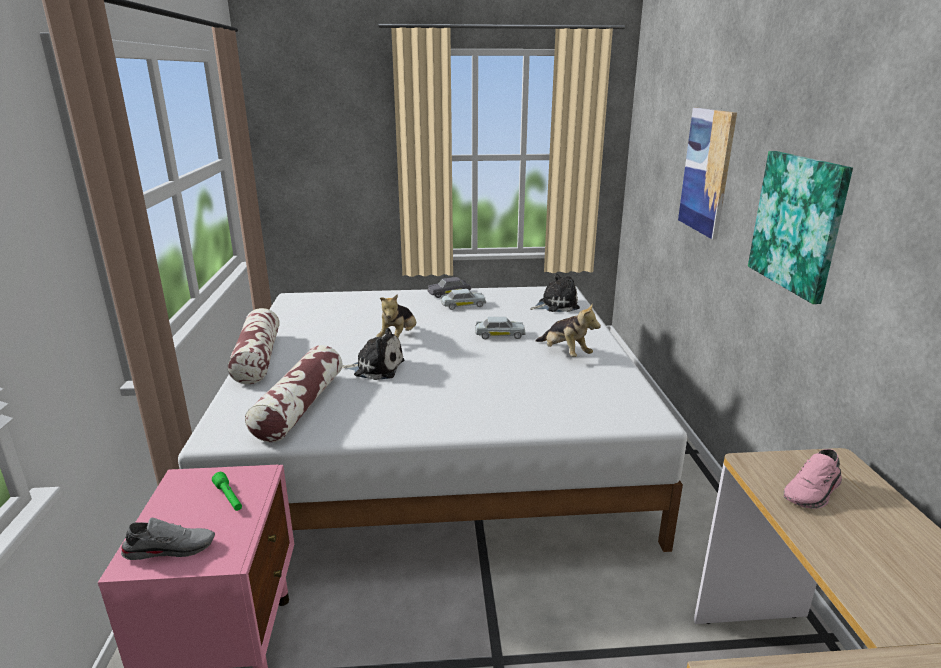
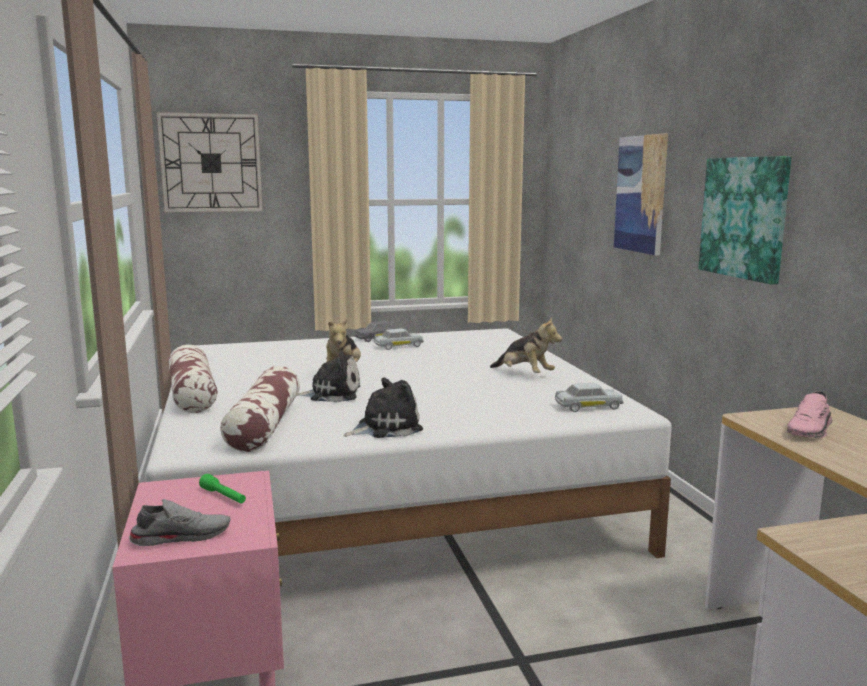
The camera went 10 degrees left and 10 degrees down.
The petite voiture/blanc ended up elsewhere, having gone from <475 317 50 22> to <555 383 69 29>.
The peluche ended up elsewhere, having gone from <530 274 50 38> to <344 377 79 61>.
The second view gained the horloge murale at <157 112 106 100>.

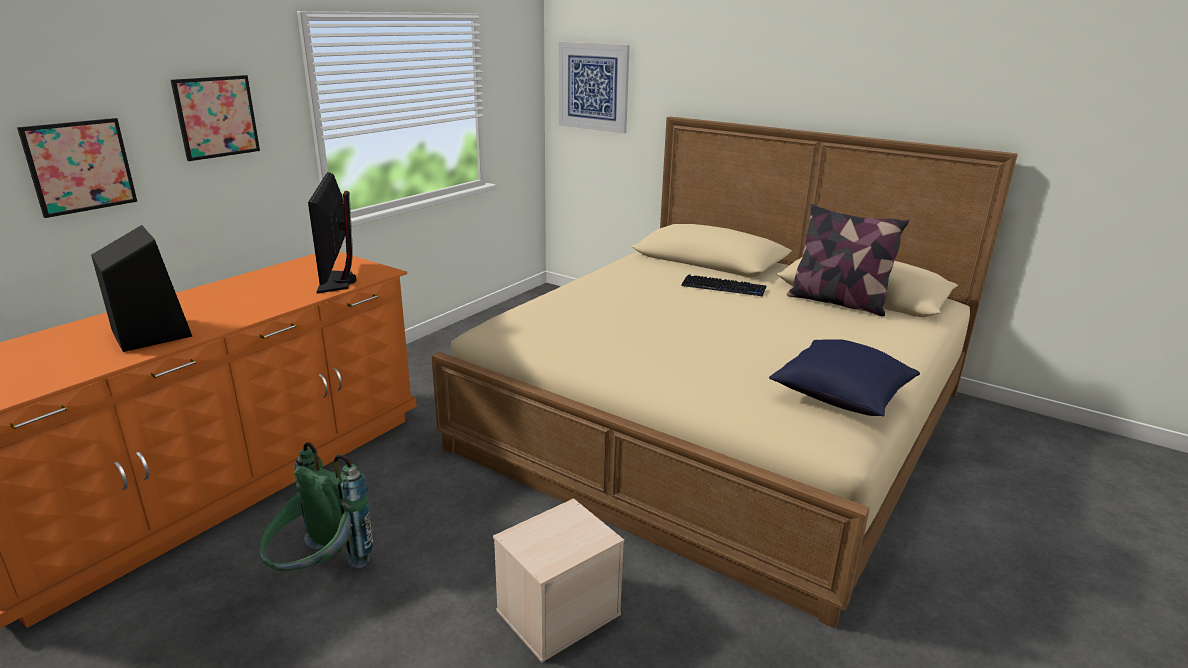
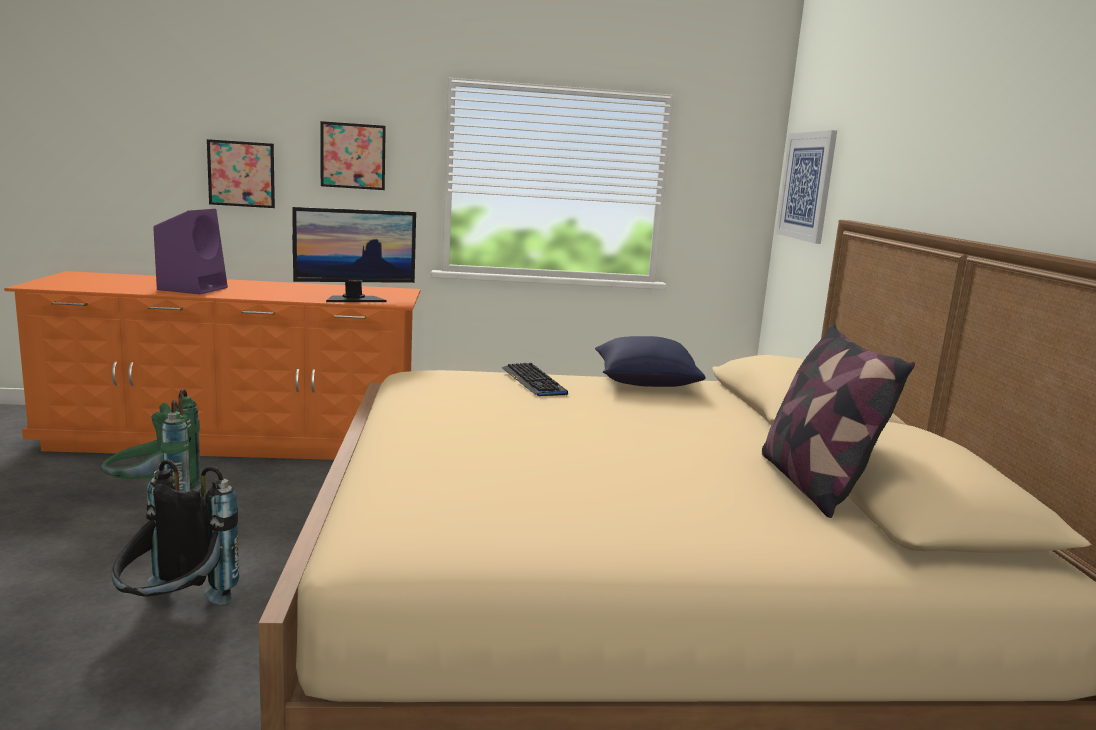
The camera went 50 degrees right and 10 degrees down.
What was the enceinte/noir at <91 225 101 127> turned into the enceinte/violet at <153 209 75 85>.
The écran d'ordinateur at <308 172 49 122> ended up facing another way, 150 degrees counterclockwise from before.
Where the boîte de rangement/beige stood at <493 498 131 164>, the sac à dos/noir came to stand at <111 460 128 145>.
The clavier ended up elsewhere, having gone from <681 274 85 22> to <502 363 66 33>.
The coussin/bleu ended up elsewhere, having gone from <769 339 151 77> to <595 336 110 51>.

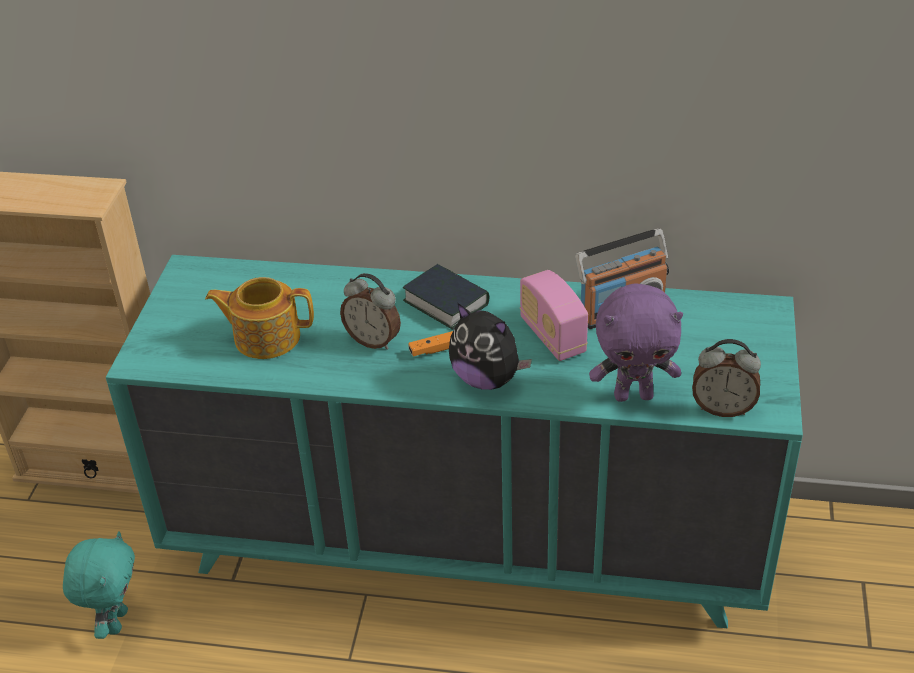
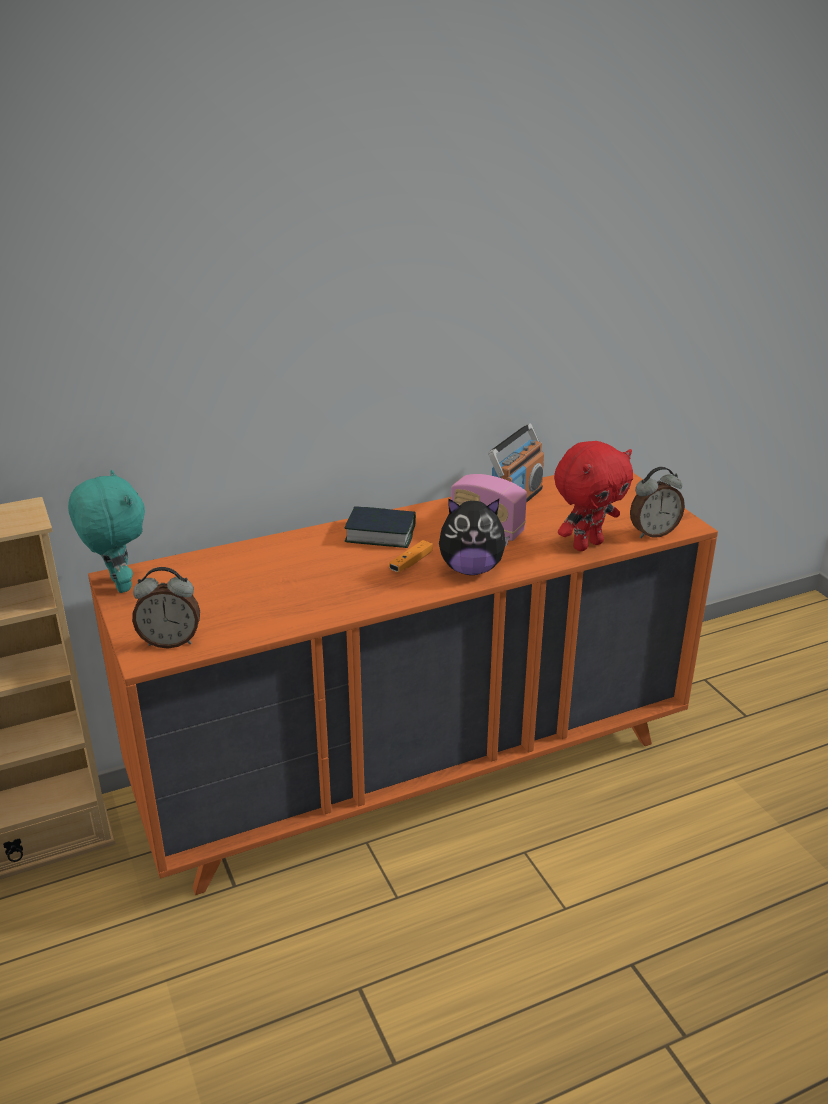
The camera went 35 degrees left and 10 degrees down.
The peluche/turquoise ended up elsewhere, having gone from <63 531 72 108> to <68 470 77 123>.
What was the commode/turquoise at <106 255 697 373> turned into the commode/orange at <88 473 630 422>.
The second view lost the théière at <205 277 109 82>.
The réveil ended up elsewhere, having gone from <340 273 61 77> to <132 567 68 82>.
What was the peluche/violet at <589 283 94 119> turned into the peluche/rouge at <554 441 79 110>.

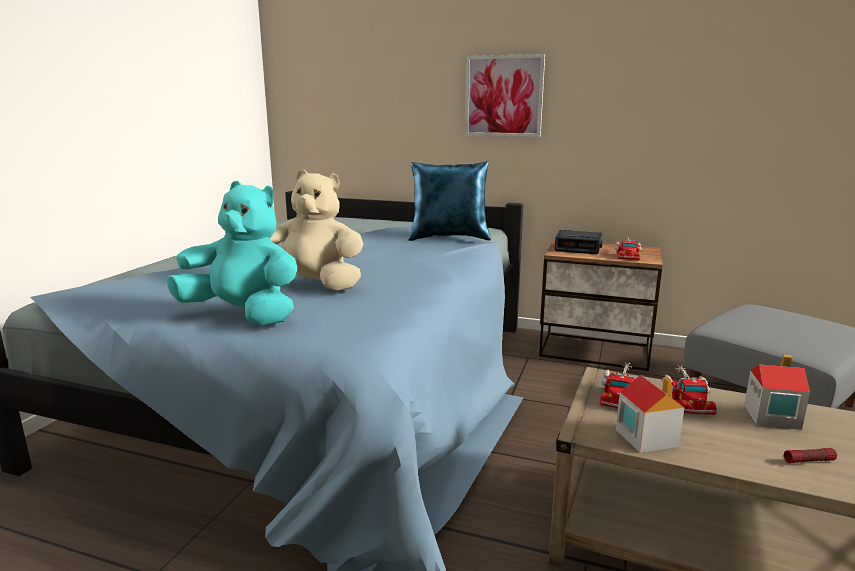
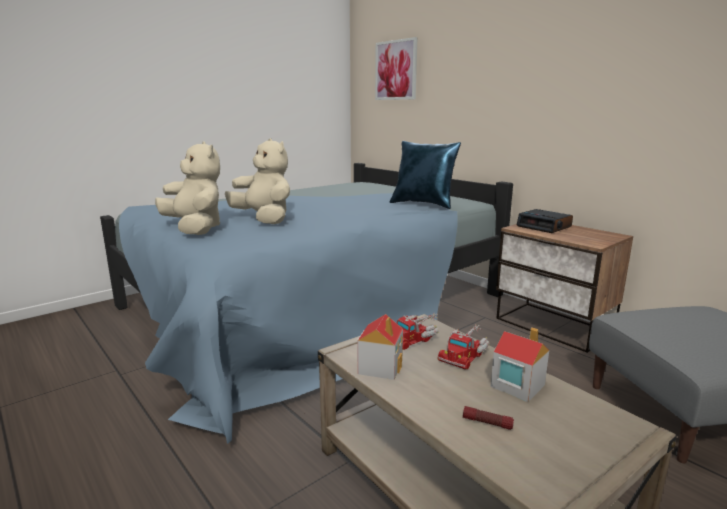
The camera went 30 degrees right and 0 degrees up.
What was the peluche/turquoise at <167 181 130 144> turned into the peluche/beige at <155 141 65 94>.
The tableau ended up elsewhere, having gone from <465 54 80 83> to <375 37 43 63>.
The second view lost the camion jouet at <614 237 28 23>.

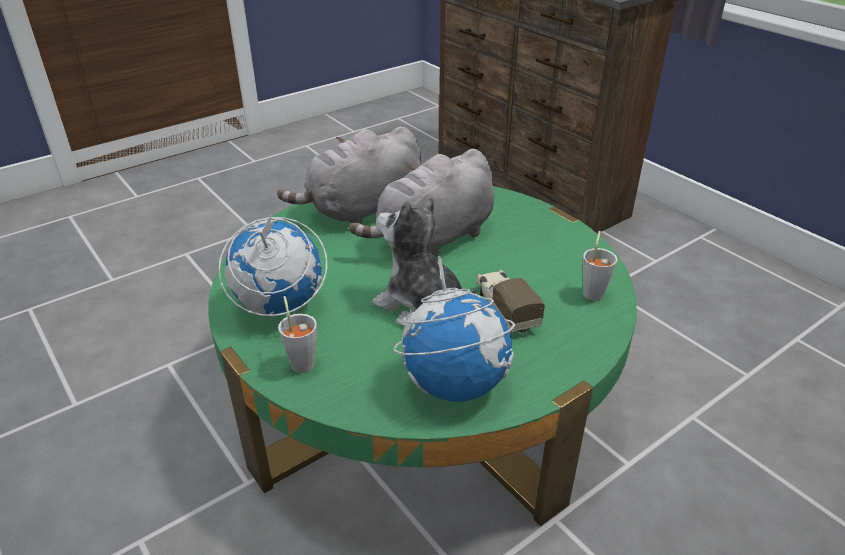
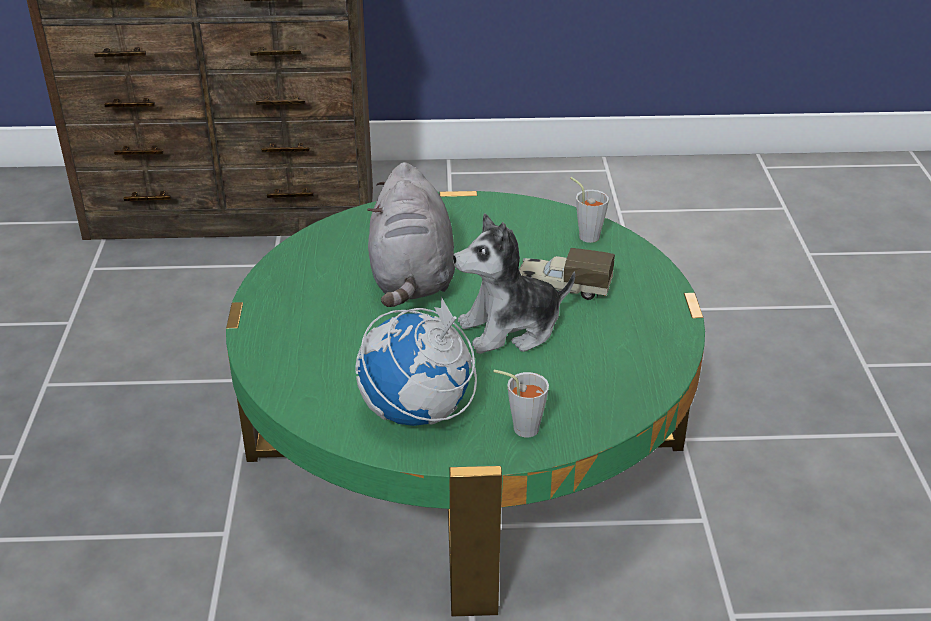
The camera went 55 degrees left and 0 degrees up.
The second view lost the peluche/gris at <277 127 144 97>.
The second view lost the globe at <393 256 122 146>.

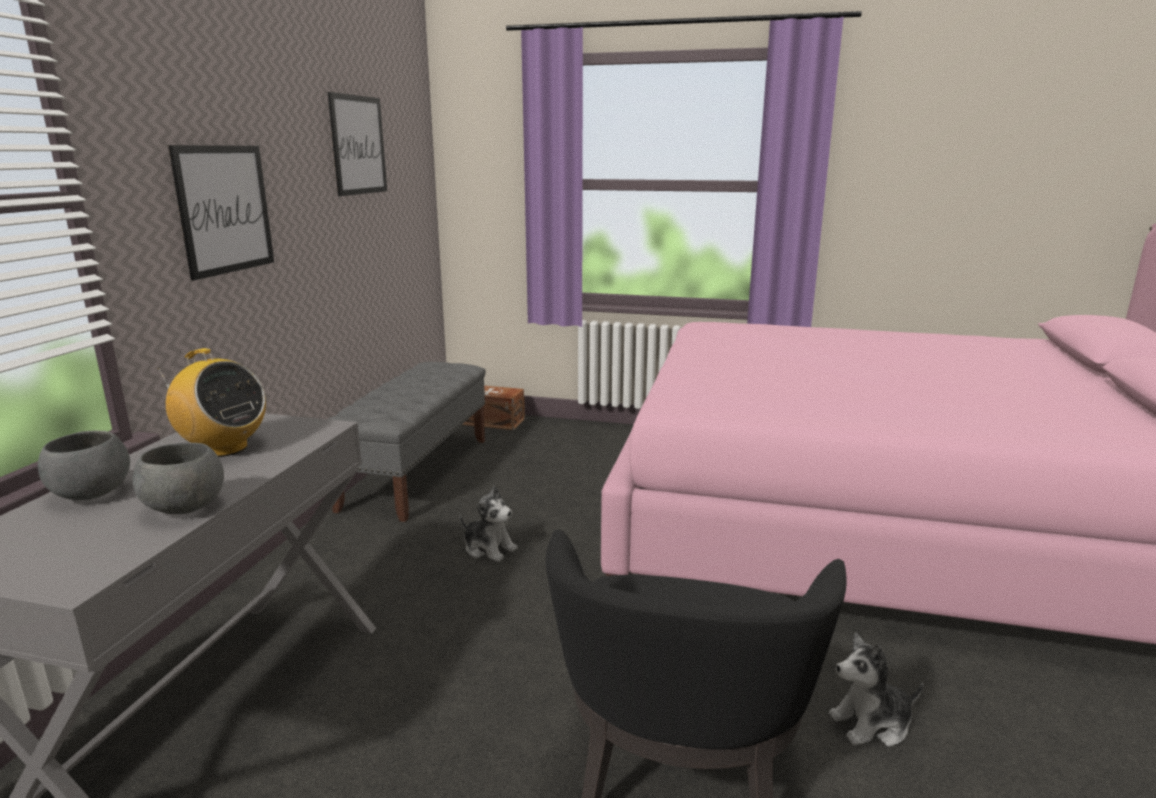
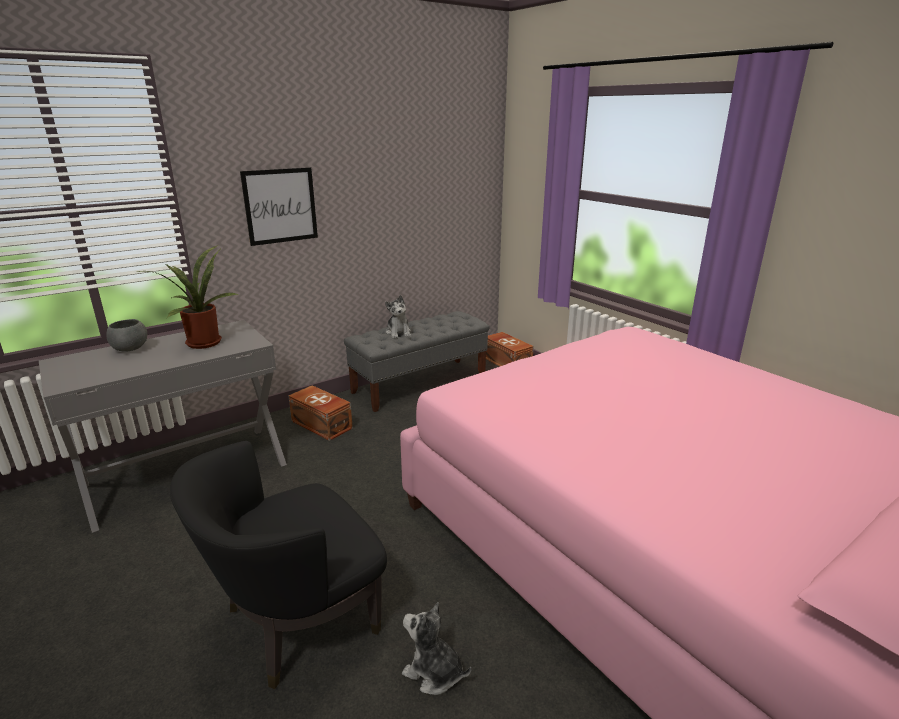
The camera went 40 degrees right and 5 degrees up.
The second view lost the bol/gris at <133 443 91 71>.
Where the radio stood at <158 348 108 109>, the plante en pot came to stand at <136 245 103 104>.
The second view lost the tableau at <328 92 59 104>.
The peluche ended up elsewhere, having gone from <460 485 57 77> to <385 295 26 44>.
The second view gained the boîte de rangement/marron at <288 385 65 56>.

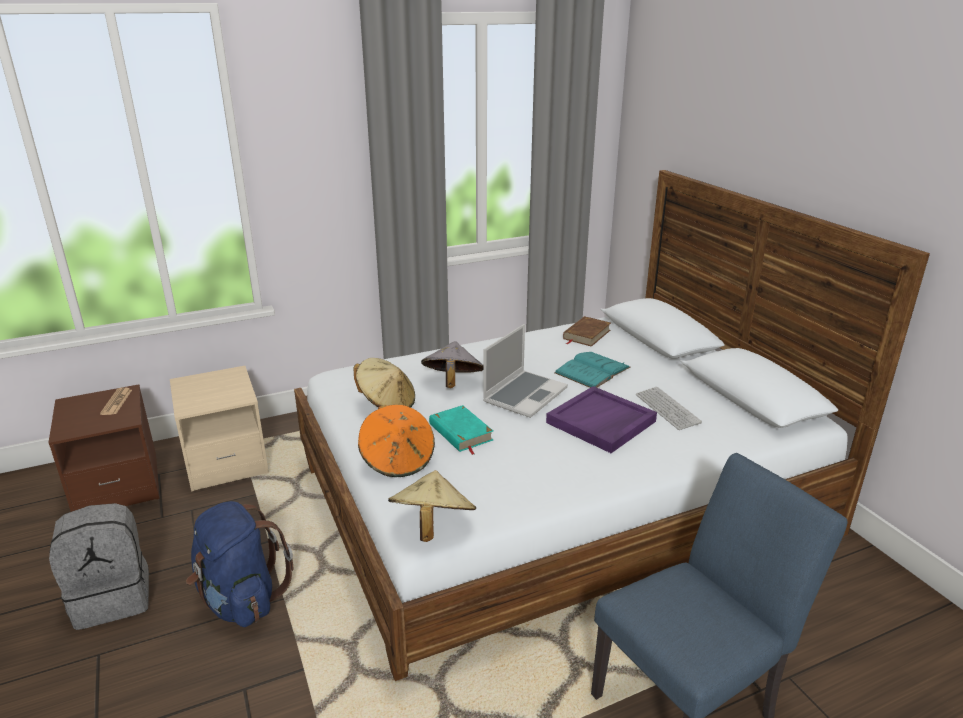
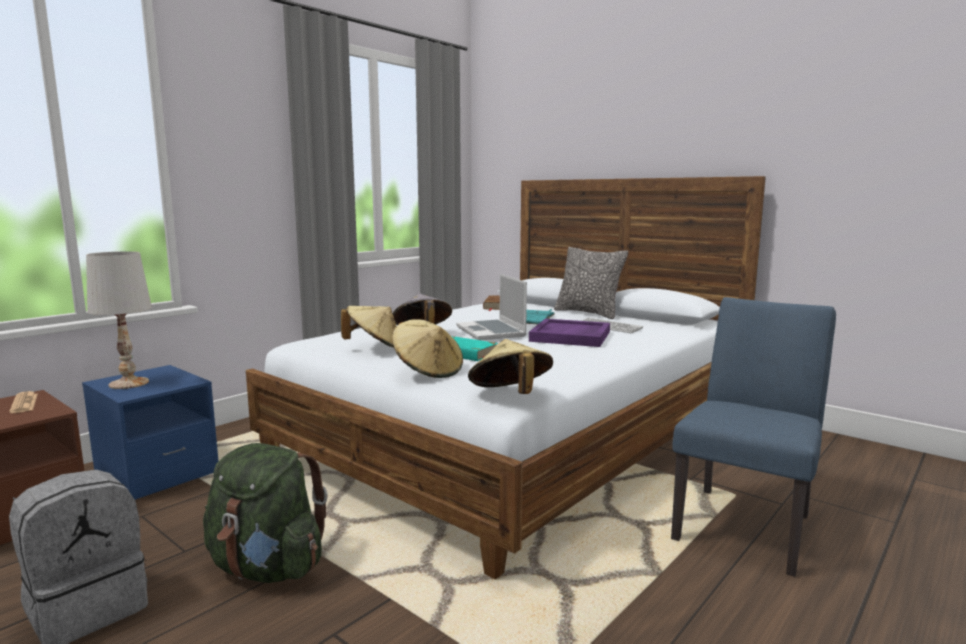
The camera went 25 degrees left and 15 degrees down.
What was the table de chevet/beige at <170 366 99 125> turned into the table de chevet/bleu at <82 365 137 135>.
What was the sac à dos/bleu at <186 501 108 126> turned into the sac à dos/vert at <203 443 125 140>.
What was the chapeau/orange at <358 405 77 72> turned into the chapeau/beige at <392 319 71 59>.
The ordinateur portable at <483 324 85 94> ended up facing another way, 150 degrees clockwise from before.
The second view gained the lampe de table/blanc at <86 251 66 138>.
The second view gained the coussin at <554 247 74 72>.

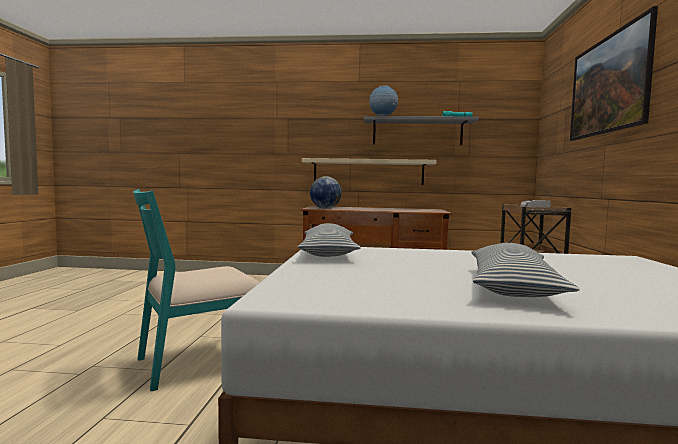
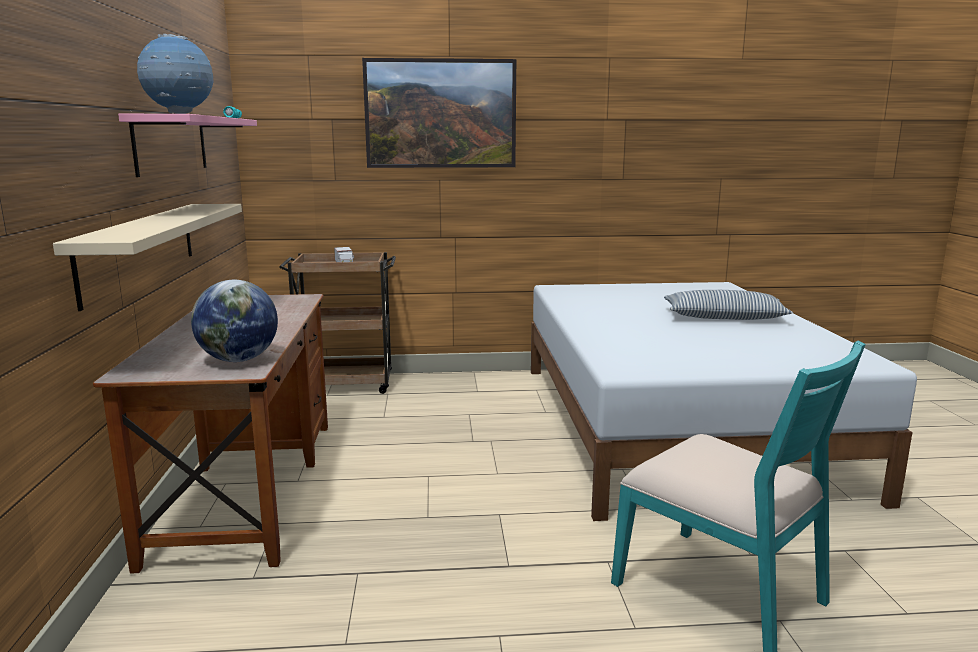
The camera went 100 degrees left and 10 degrees up.
The second view lost the coussin at <297 223 64 34>.
What was the étagère/gris at <364 116 115 29> turned into the étagère/rose at <118 114 139 63>.

